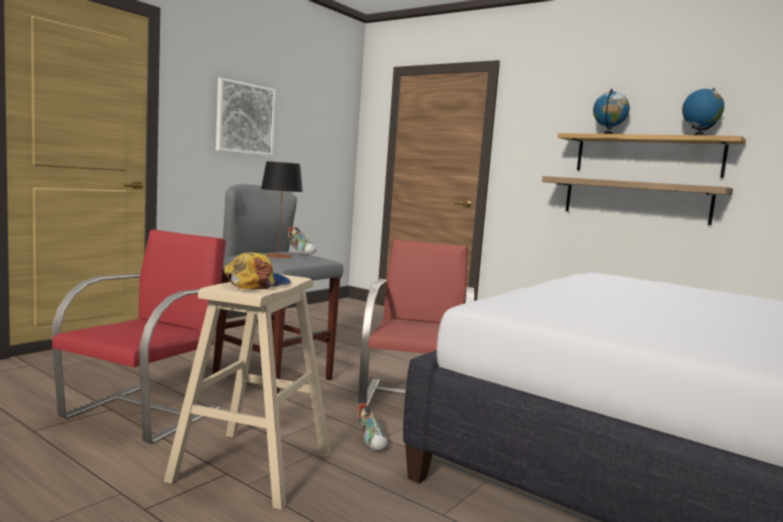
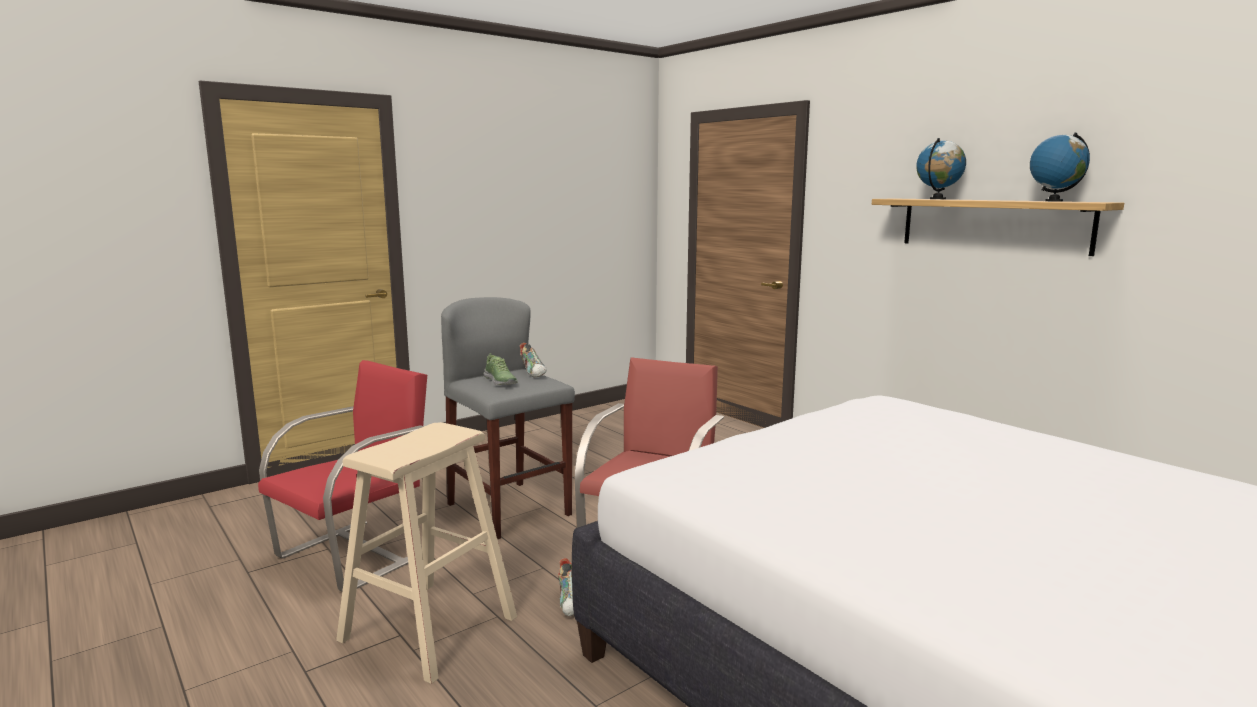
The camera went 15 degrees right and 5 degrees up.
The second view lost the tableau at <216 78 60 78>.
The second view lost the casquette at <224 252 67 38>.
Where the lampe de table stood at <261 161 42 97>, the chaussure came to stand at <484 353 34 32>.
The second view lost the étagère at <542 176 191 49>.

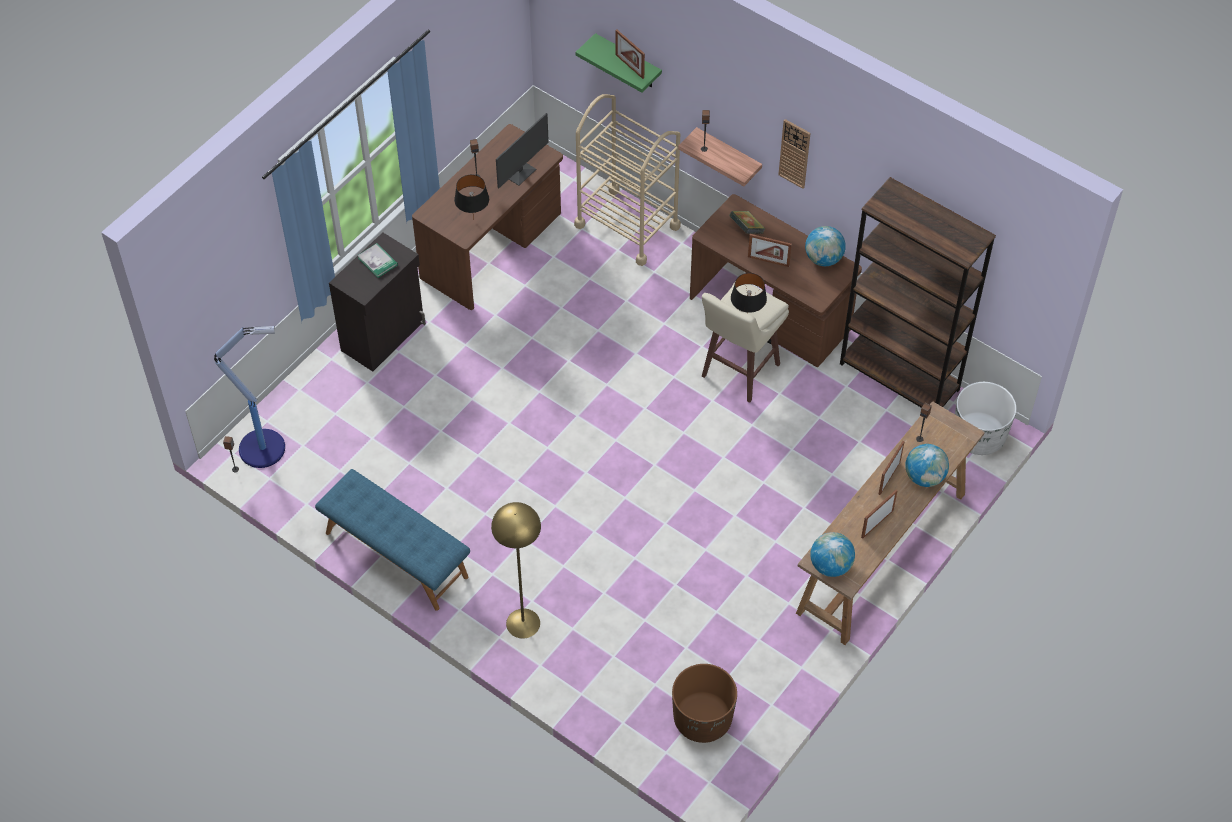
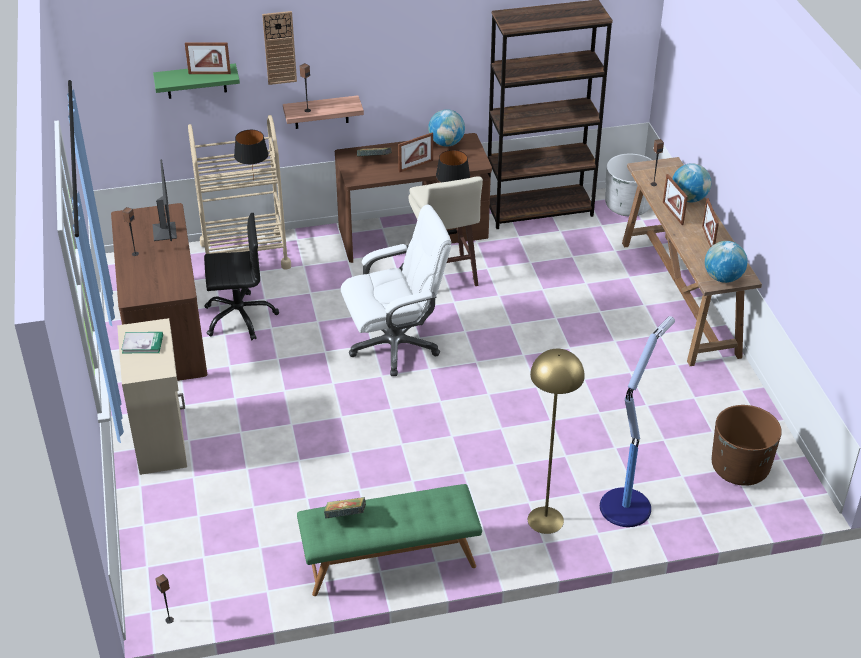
The camera went 50 degrees left and 15 degrees down.
The lampadaire ended up elsewhere, having gone from <214 326 71 142> to <600 316 75 211>.
What was the banc/bleu at <315 469 155 142> turned into the banc/vert at <297 484 185 112>.
What was the meuble de rangement/noir at <329 232 97 139> turned into the meuble de rangement/beige at <117 318 70 157>.
The lampe de table/noir ended up elsewhere, having gone from <454 175 35 45> to <234 130 34 49>.
The horloge murale ended up elsewhere, having gone from <778 119 33 70> to <262 11 35 74>.
The second view gained the chaise de bureau/noir at <204 213 75 127>.
The second view gained the livre at <324 497 42 22>.
The second view gained the chaise de bureau/blanc at <341 204 111 172>.

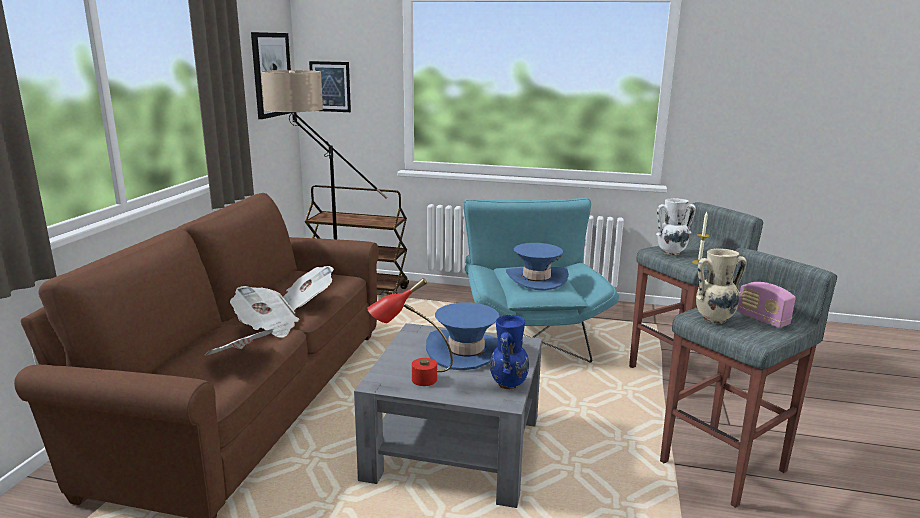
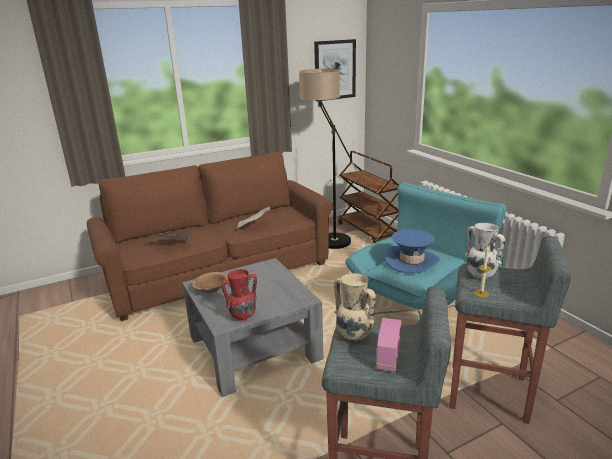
The camera went 50 degrees right and 5 degrees up.
The second view lost the journal at <230 286 69 52>.
The second view lost the tableau at <309 61 42 51>.
Where the lampe de table/rouge stood at <367 278 86 108>, the bol/marron came to stand at <192 272 36 21>.
The second view lost the chapeau/bleu at <426 302 73 68>.
What was the vase/bleu at <490 315 39 75> turned into the vase/rouge at <221 269 37 53>.

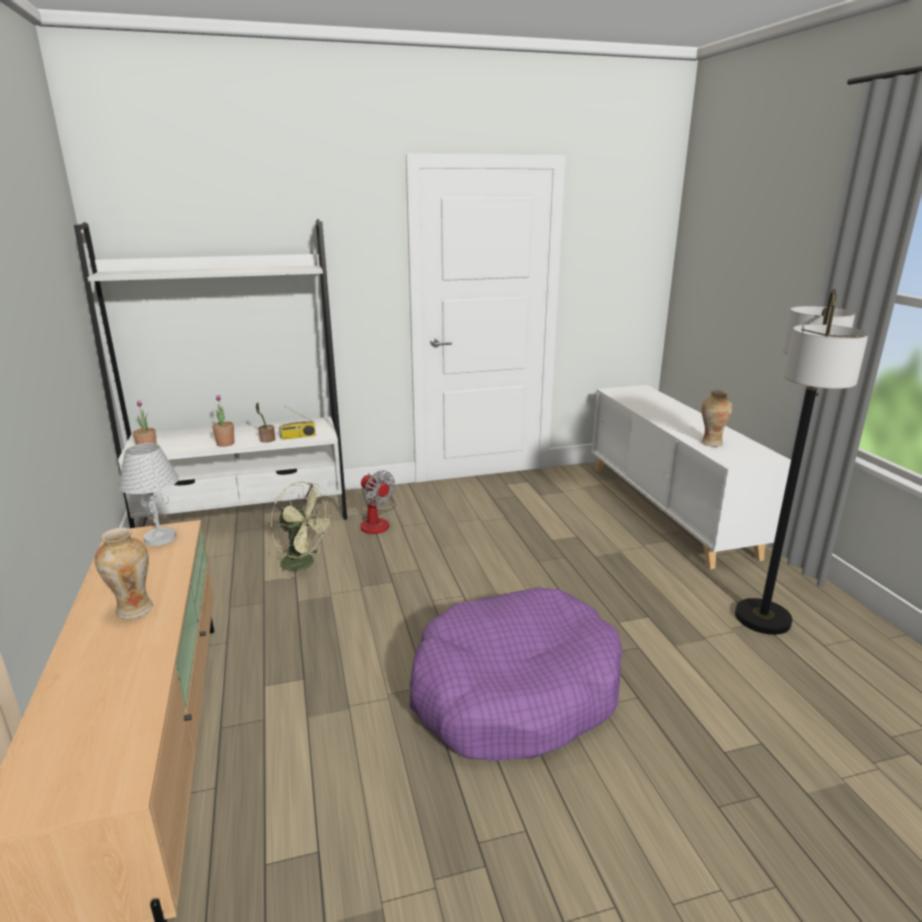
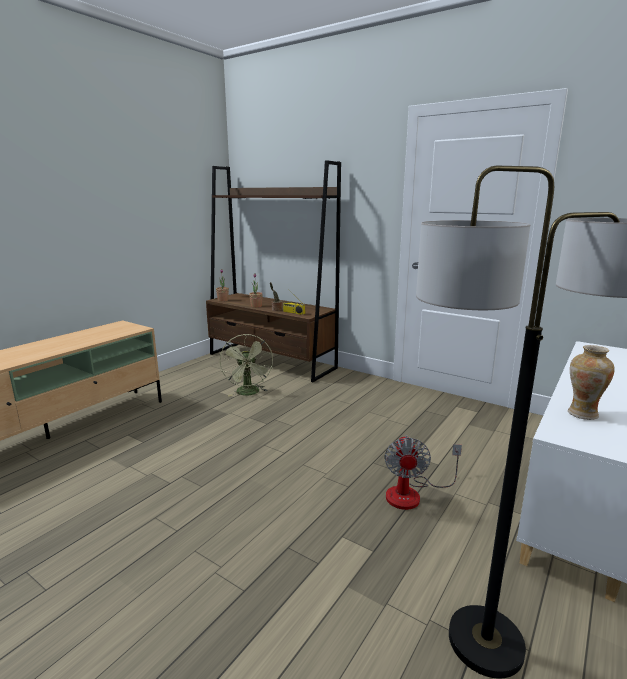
The camera went 50 degrees right and 5 degrees down.
What was the bibliothèque/blanc at <74 219 273 309> turned into the bibliothèque/marron at <206 160 135 222>.
The second view lost the vase at <95 528 58 91>.
The second view lost the lampe de table/blanc at <118 443 61 103>.
The ventilateur ended up elsewhere, having gone from <360 471 36 63> to <384 435 78 75>.
The second view lost the panier pour chien/violet at <409 587 213 174>.

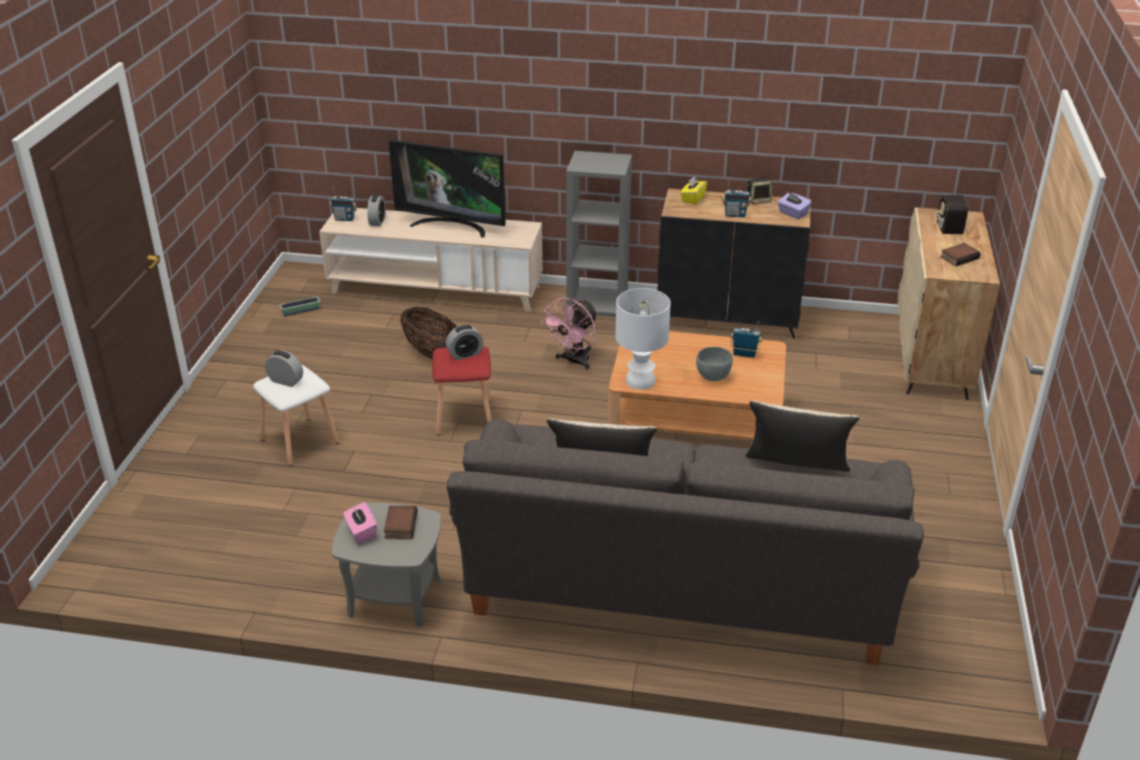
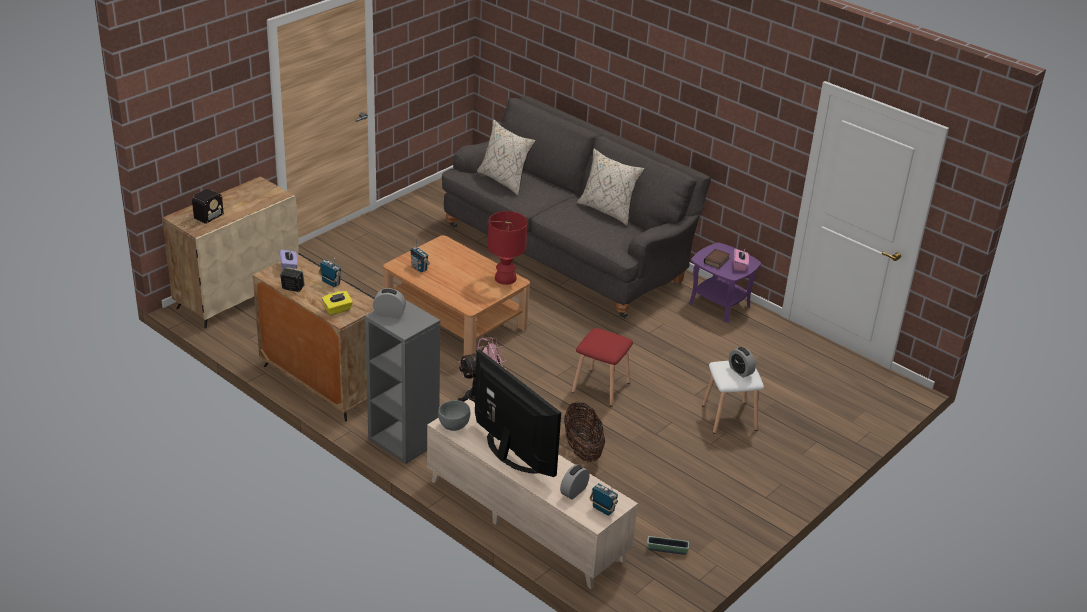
The camera went 150 degrees left and 0 degrees up.
What was the table d'appoint/gris at <332 503 109 124> turned into the table d'appoint/violet at <690 243 71 79>.
The réveil ended up elsewhere, having gone from <446 325 37 35> to <373 288 33 30>.
What was the lampe de table/blanc at <615 288 56 102> turned into the lampe de table/rouge at <488 211 40 74>.
The bol/gris ended up elsewhere, having gone from <696 347 37 34> to <438 400 32 31>.
The second view lost the livre at <940 243 41 23>.

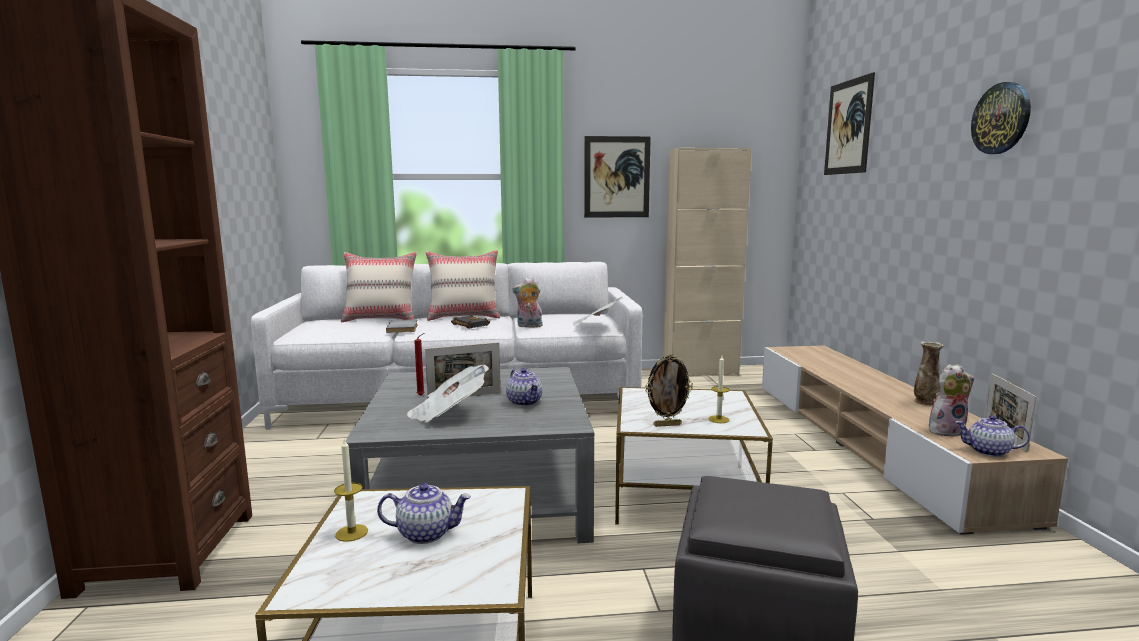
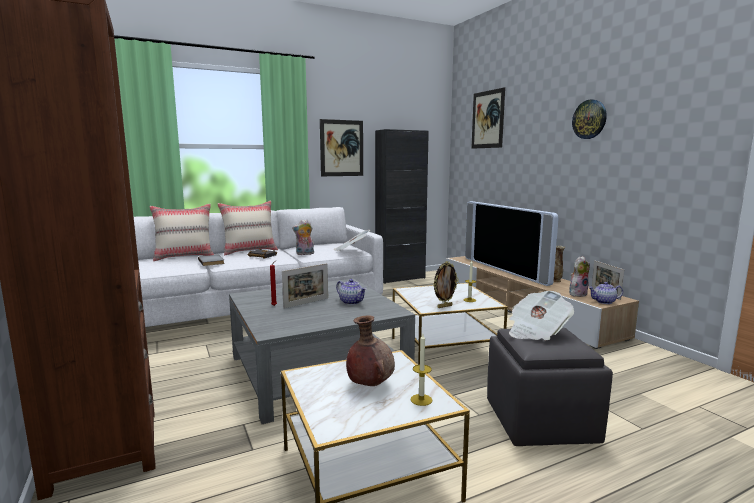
The camera went 20 degrees left and 0 degrees up.
The bougie ended up elsewhere, having gone from <334 438 34 104> to <410 334 22 72>.
Where the théière stood at <377 483 94 61>, the vase/marron came to stand at <346 315 49 71>.
The journal ended up elsewhere, having gone from <407 365 82 58> to <509 291 65 50>.
What was the meuble de rangement/beige at <663 148 89 228> turned into the meuble de rangement/noir at <375 129 54 155>.
The second view gained the téléviseur at <465 201 94 85>.

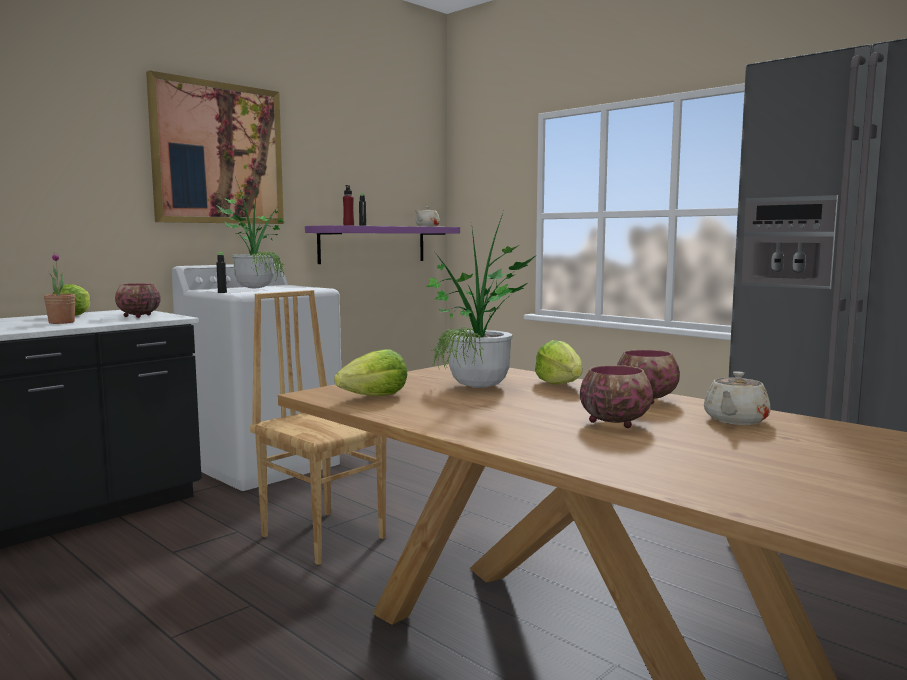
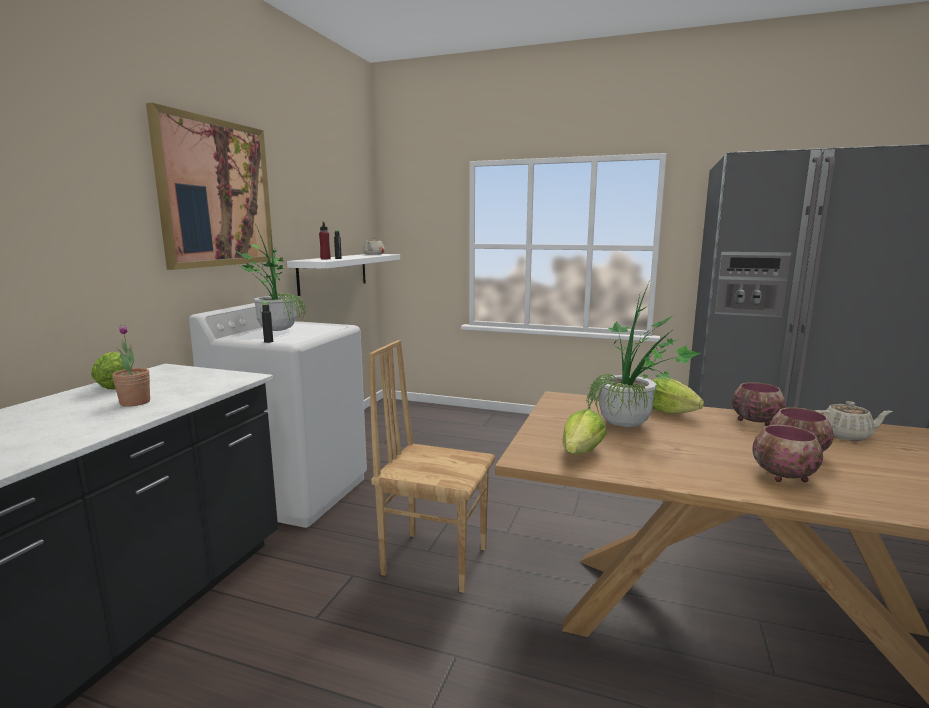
The camera went 25 degrees left and 5 degrees up.
The bol ended up elsewhere, having gone from <115 283 46 35> to <752 425 71 57>.
What was the étagère/violet at <305 225 155 39> turned into the étagère/blanc at <287 254 113 42>.
The théière/beige at <704 371 67 54> ended up facing another way, 90 degrees counterclockwise from before.

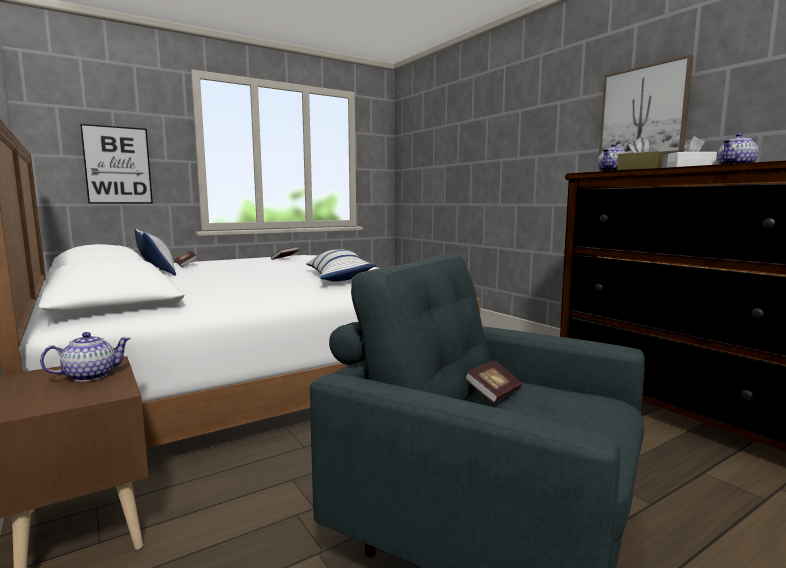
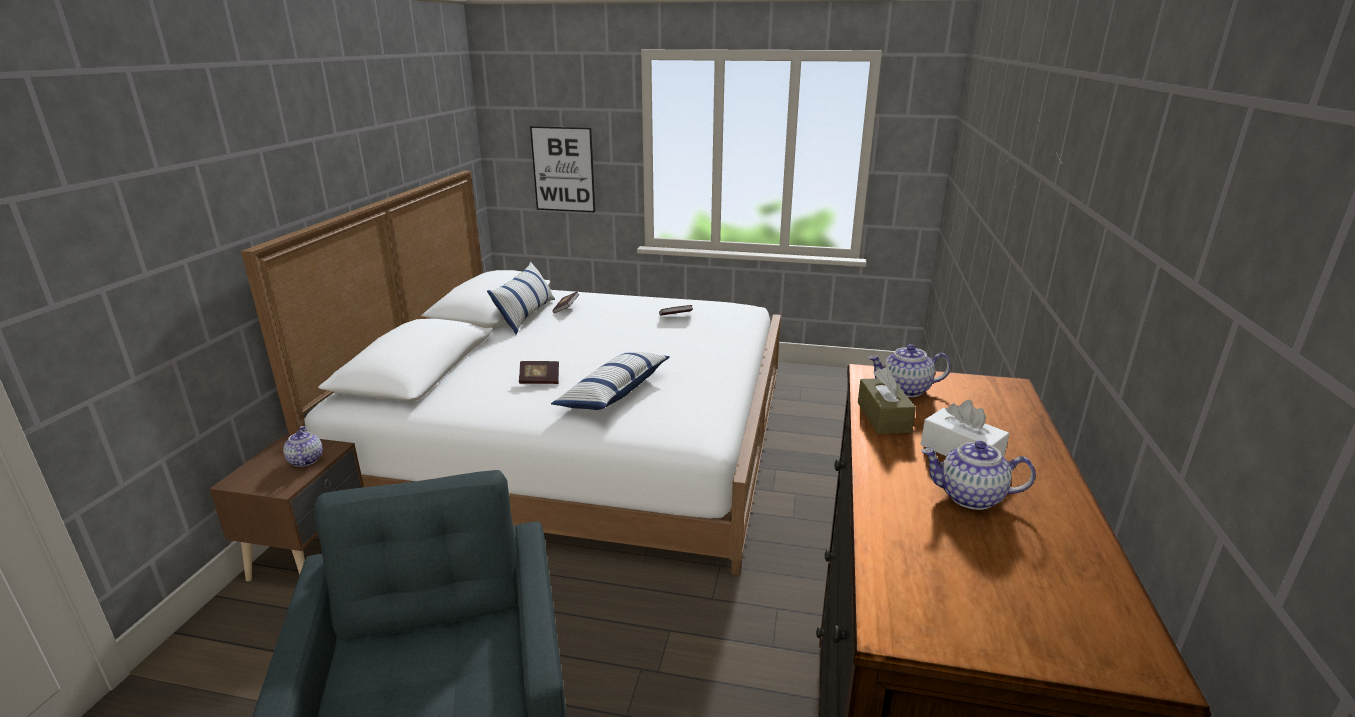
The camera went 45 degrees right and 15 degrees up.
The théière at <40 332 91 50> ended up facing another way, 120 degrees counterclockwise from before.
The livre ended up elsewhere, having gone from <466 360 56 43> to <519 361 40 23>.
The second view lost the tableau at <599 55 94 101>.

